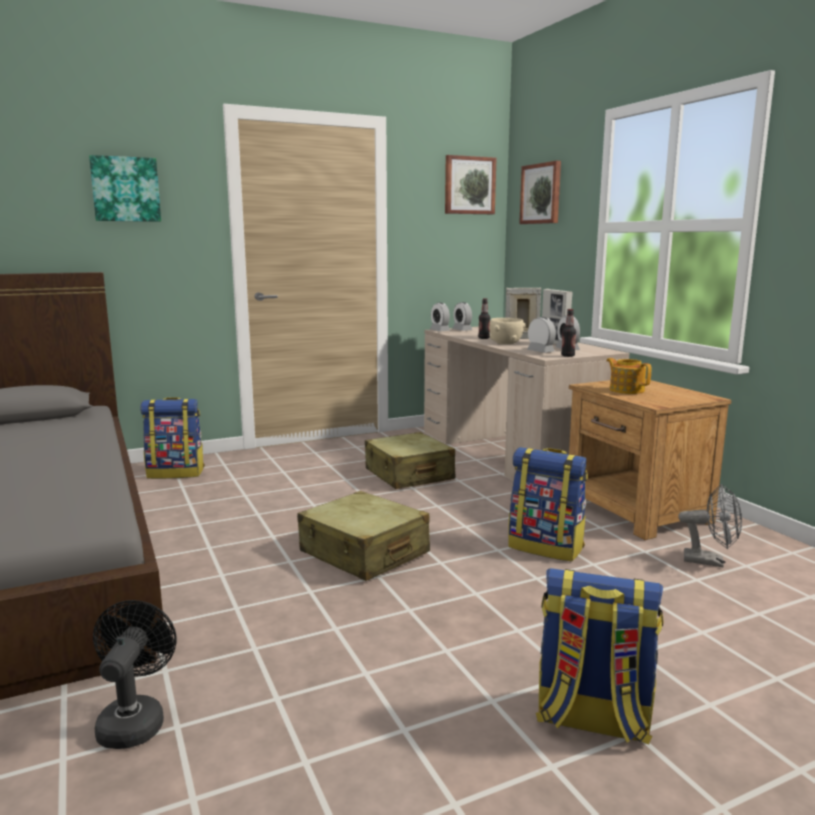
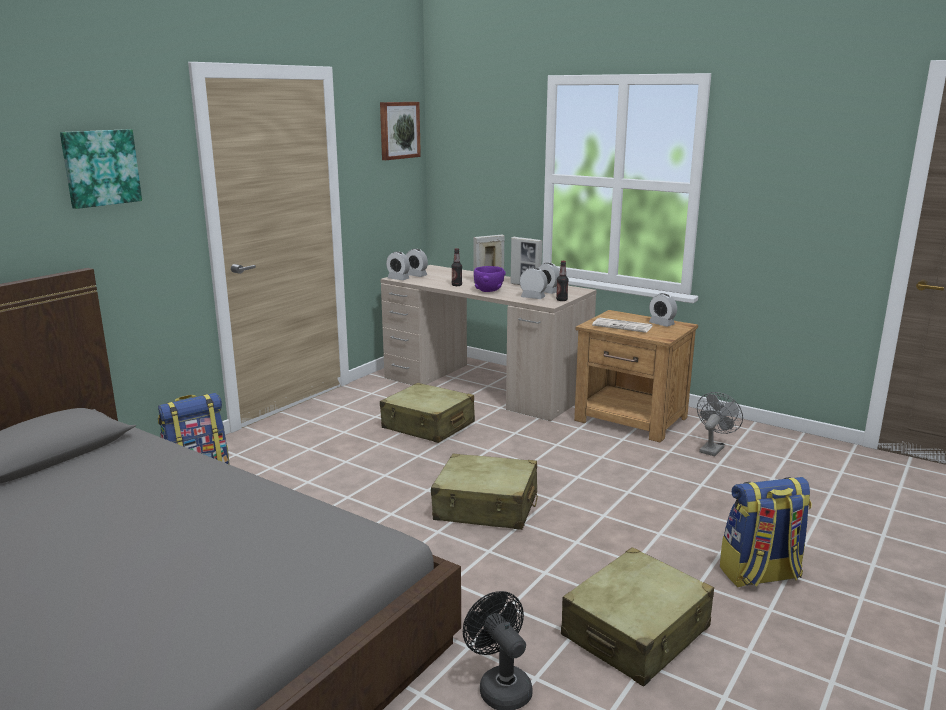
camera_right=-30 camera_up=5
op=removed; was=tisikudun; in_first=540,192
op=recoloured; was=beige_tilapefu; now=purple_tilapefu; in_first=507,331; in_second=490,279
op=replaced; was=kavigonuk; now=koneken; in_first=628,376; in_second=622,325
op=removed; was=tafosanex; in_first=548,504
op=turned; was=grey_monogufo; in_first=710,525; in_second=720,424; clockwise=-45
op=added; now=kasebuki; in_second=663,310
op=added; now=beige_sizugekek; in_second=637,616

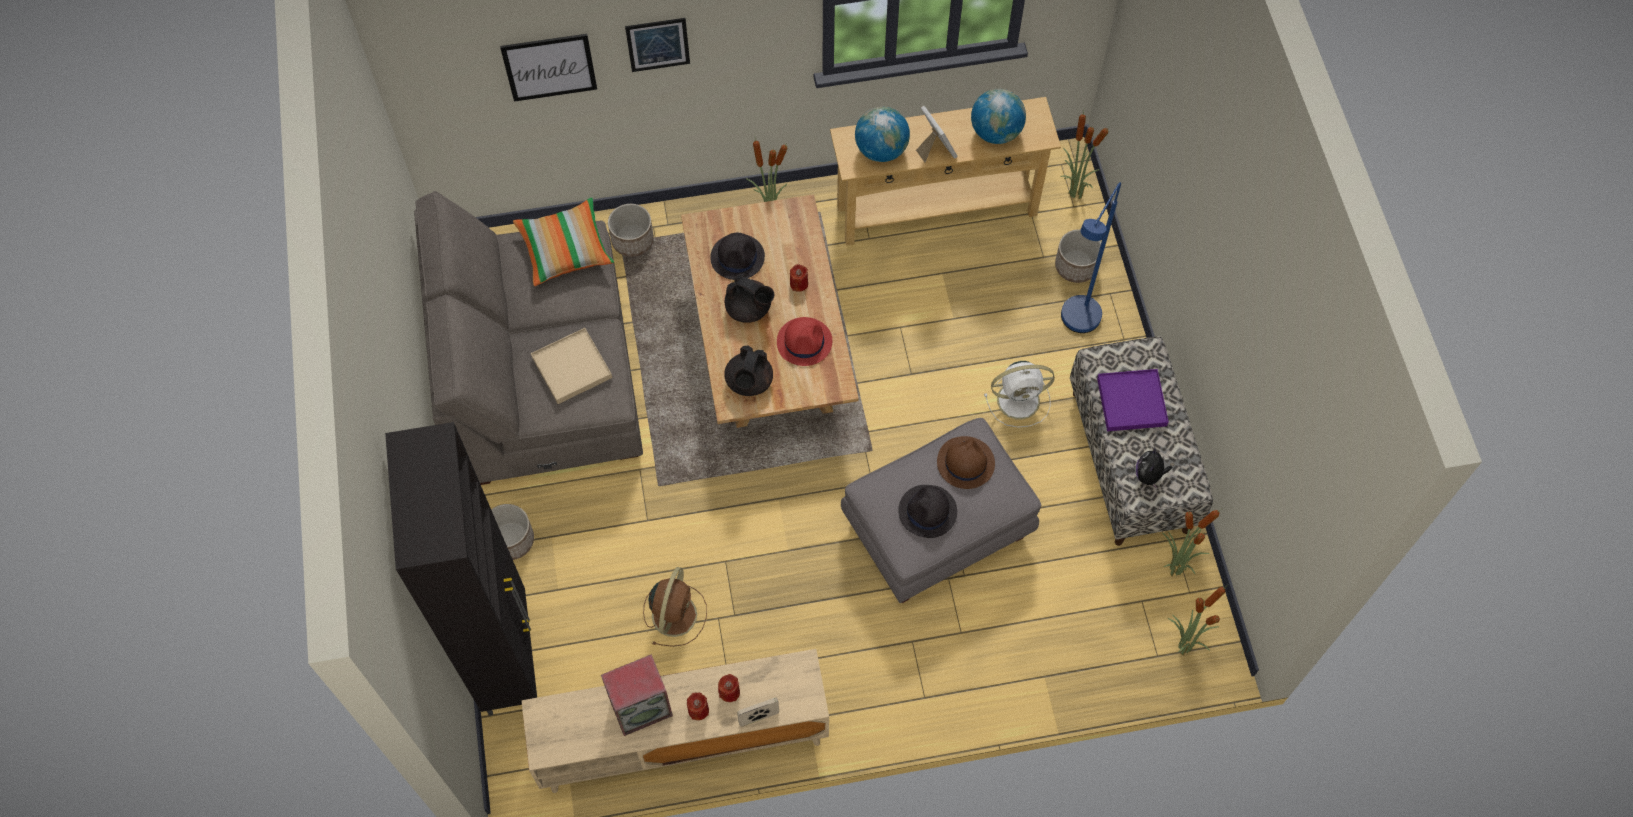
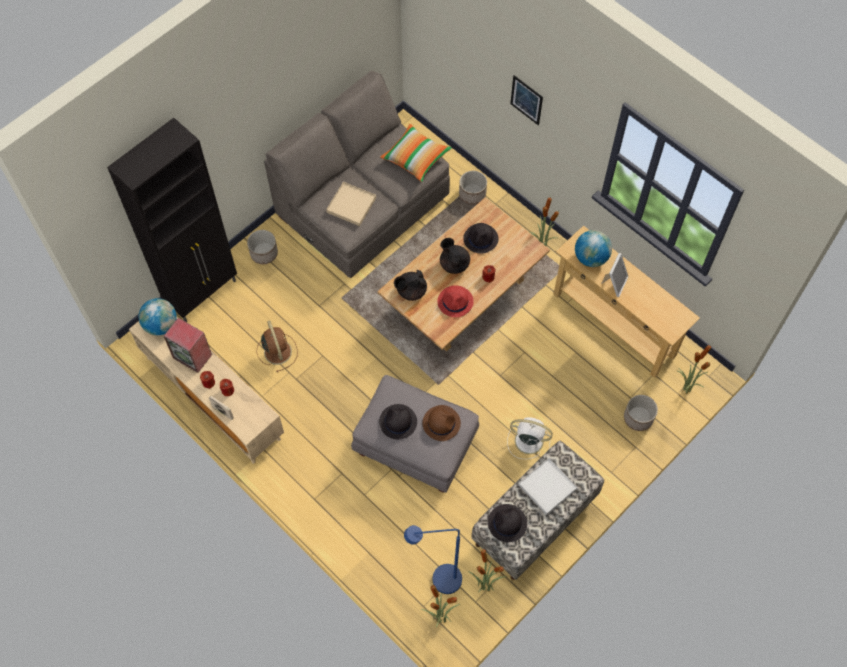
camera_right=55 camera_up=0
op=removed; was=tisikudun; in_first=548,68
op=moved; was=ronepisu; in_first=998,116; in_second=158,316
op=moved; was=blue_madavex; in_first=1091,257; in_second=433,559
op=turned; was=black_kavigonuk; in_first=750,298; in_second=455,256; clockwise=150
op=turned; was=white_monogufo; in_first=1019,394; in_second=530,438; clockwise=150
op=recoloured; was=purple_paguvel; now=white_paguvel; in_first=1133,400; in_second=547,486
op=replaced; was=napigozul; now=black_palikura; in_first=1154,468; in_second=507,523
op=turned; was=brown_monogufo; in_first=675,607; in_second=277,346; clockwise=-90

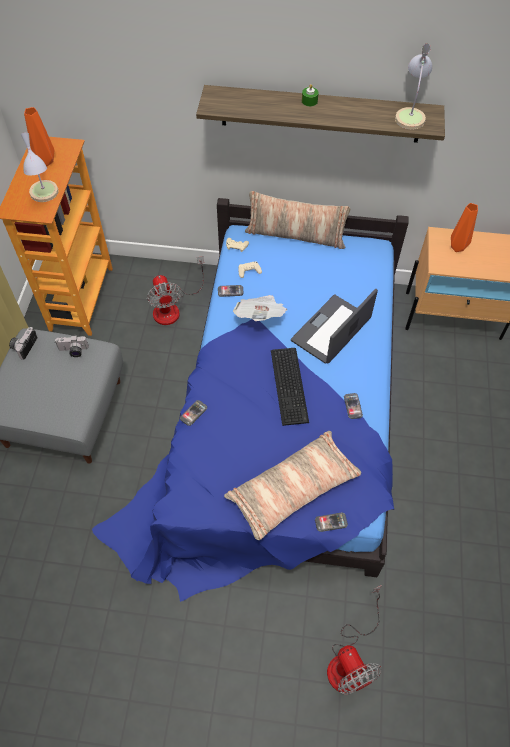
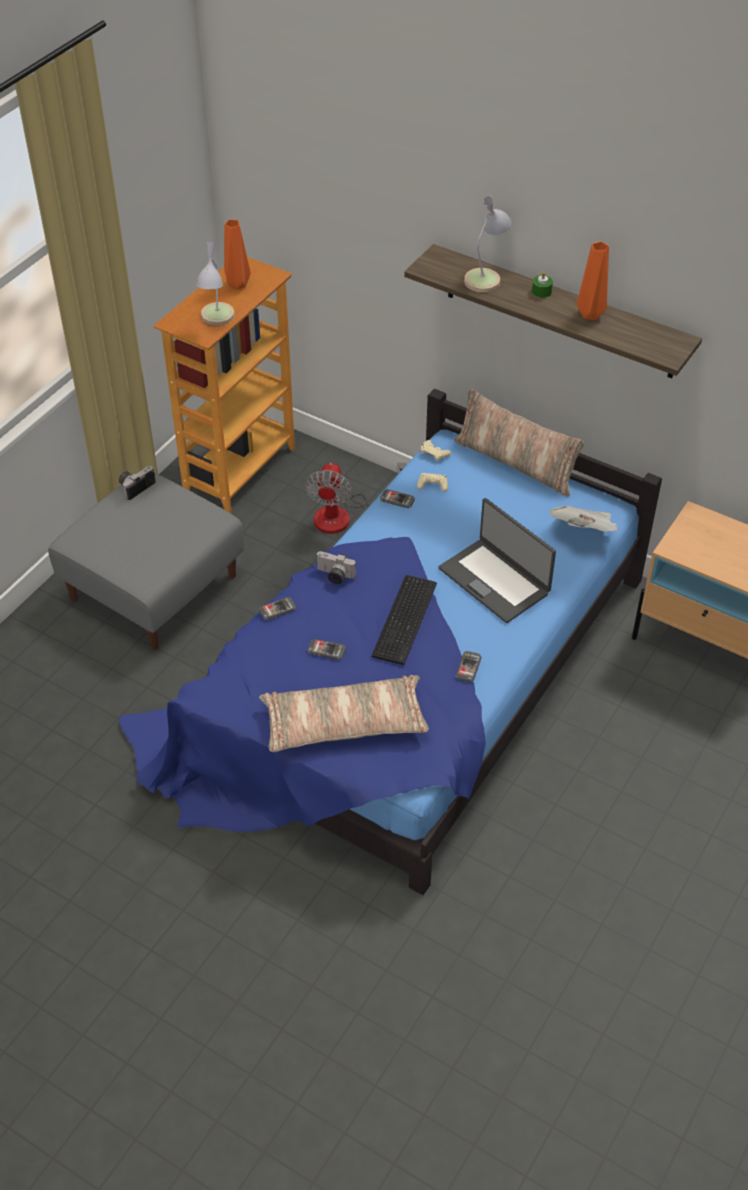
camera_right=25 camera_up=-10
op=moved; was=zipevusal; in_first=413,86; in_second=487,244
op=moved; was=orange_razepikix; in_first=464,227; in_second=593,280
op=turned; was=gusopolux; in_first=334,326; in_second=497,560; clockwise=-105
op=moved; was=koneken; in_first=260,308; in_second=583,518
op=moved; was=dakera; in_first=72,346; in_second=336,567
op=moved; was=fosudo; in_first=331,522; in_second=326,649
op=removed; was=monogufo; in_first=354,639

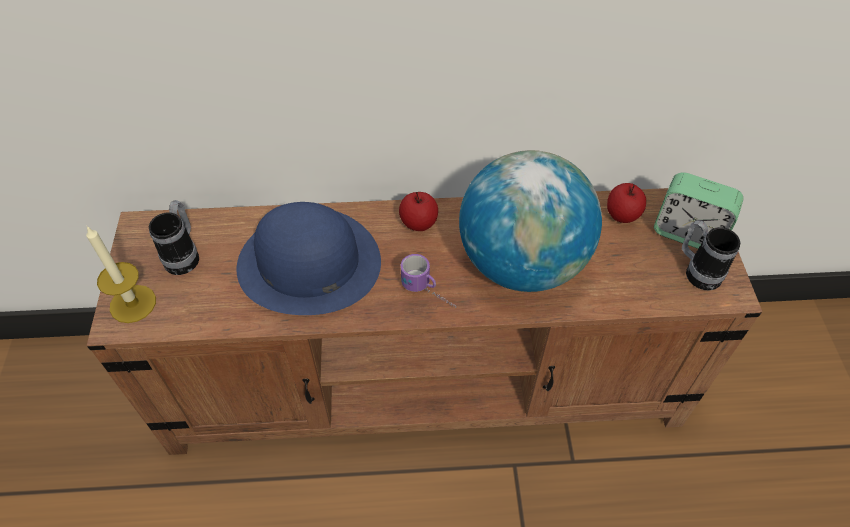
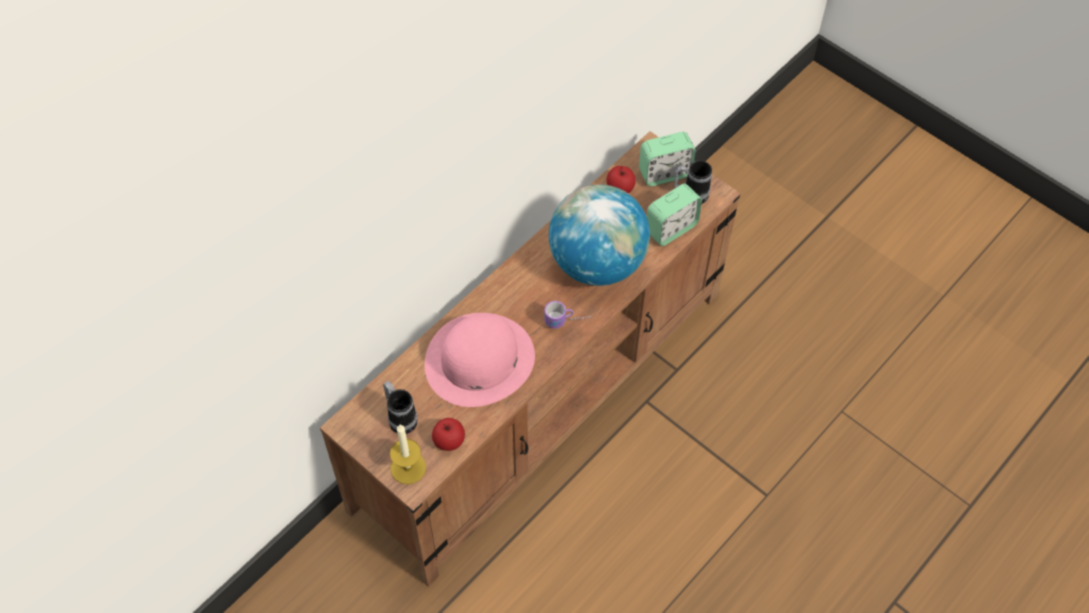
camera_right=-45 camera_up=5
op=moved; was=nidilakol; in_first=418,211; in_second=448,434
op=recoloured; was=blue_palikura; now=pink_palikura; in_first=309,258; in_second=479,360
op=added; now=kasebuki; in_second=674,215

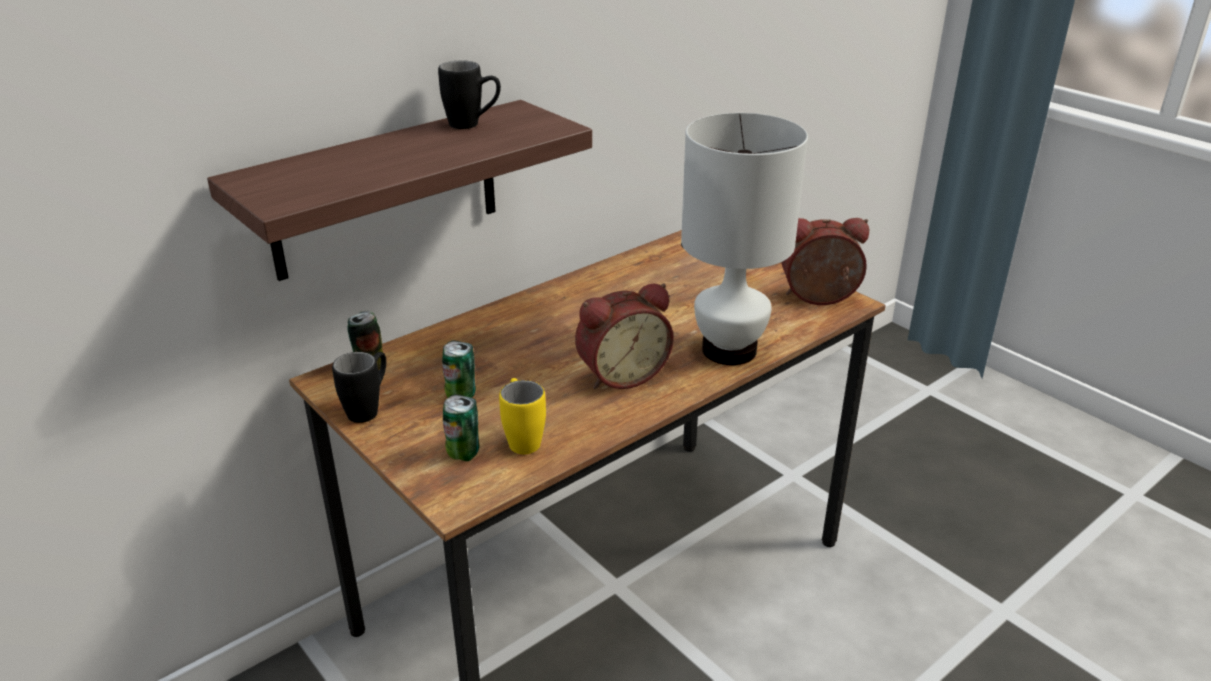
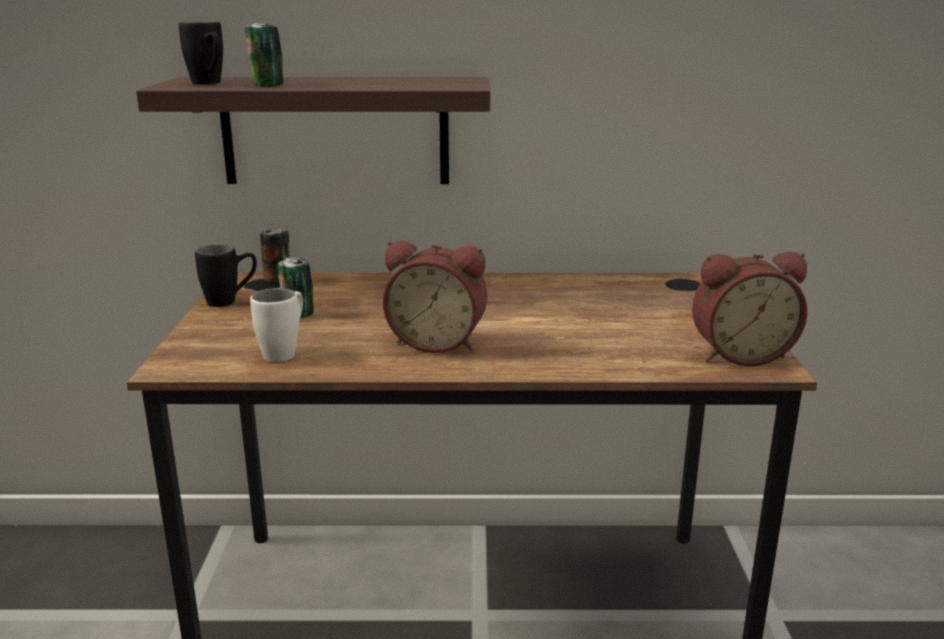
camera_right=40 camera_up=-10
op=moved; was=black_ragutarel; in_first=469,95; in_second=201,52
op=removed; was=white_zipevusal; in_first=744,239
op=turned; was=kasebuki; in_first=825,261; in_second=749,309; clockwise=135
op=recoloured; was=yellow_ragutarel; now=white_ragutarel; in_first=522,416; in_second=276,325
op=moved; was=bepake; in_first=461,427; in_second=264,55

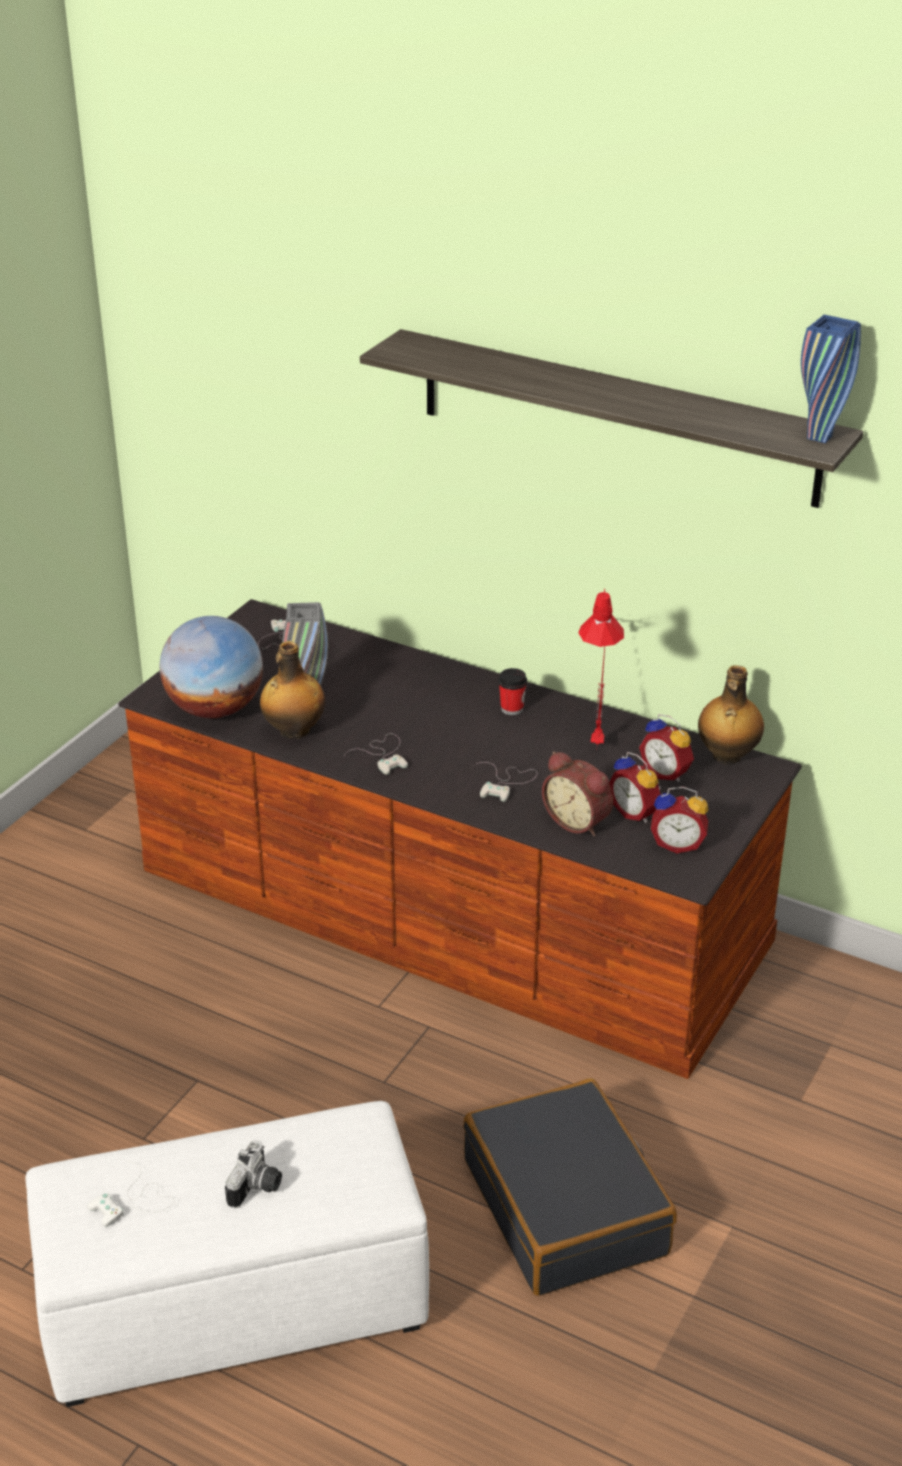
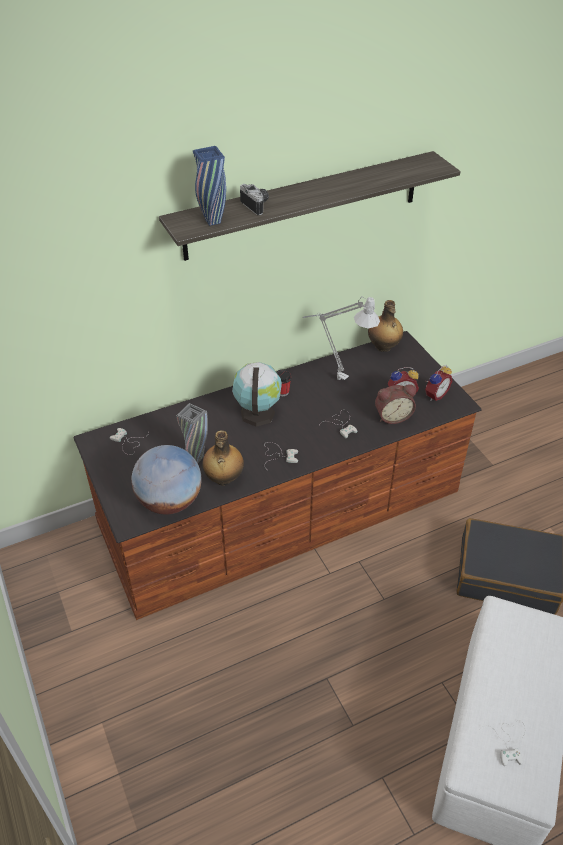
camera_right=-55 camera_up=10
op=moved; was=blue_razepikix; in_first=831,379; in_second=209,186
op=recoloured; was=red_zipevusal; now=grey_zipevusal; in_first=601,666; in_second=341,338
op=removed; was=kasebuki; in_first=666,748
op=moved; was=dakera; in_first=253,1174; in_second=254,199
op=added; now=ronepisu; in_second=257,394

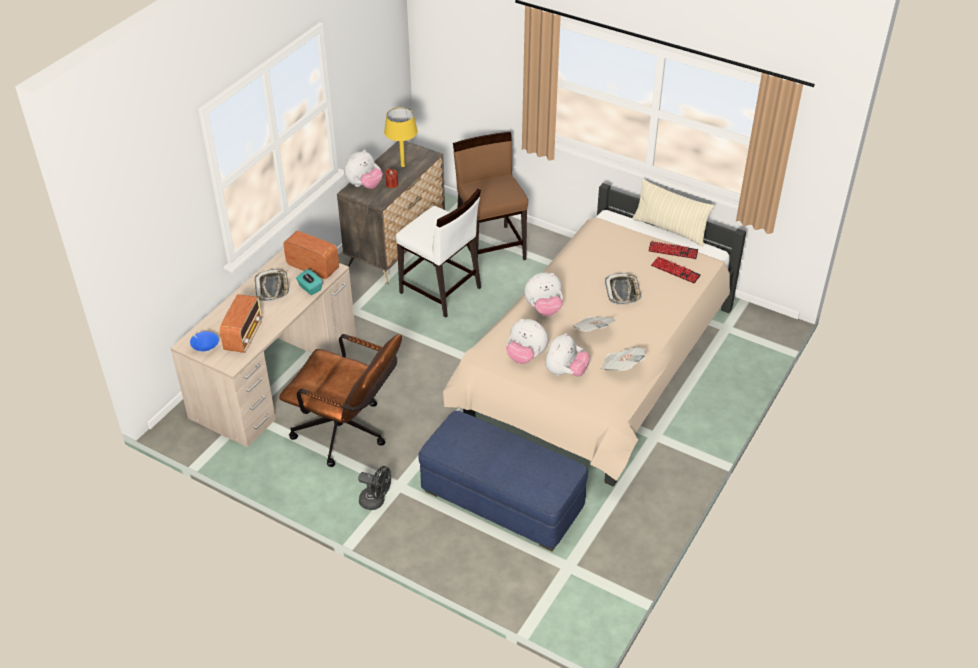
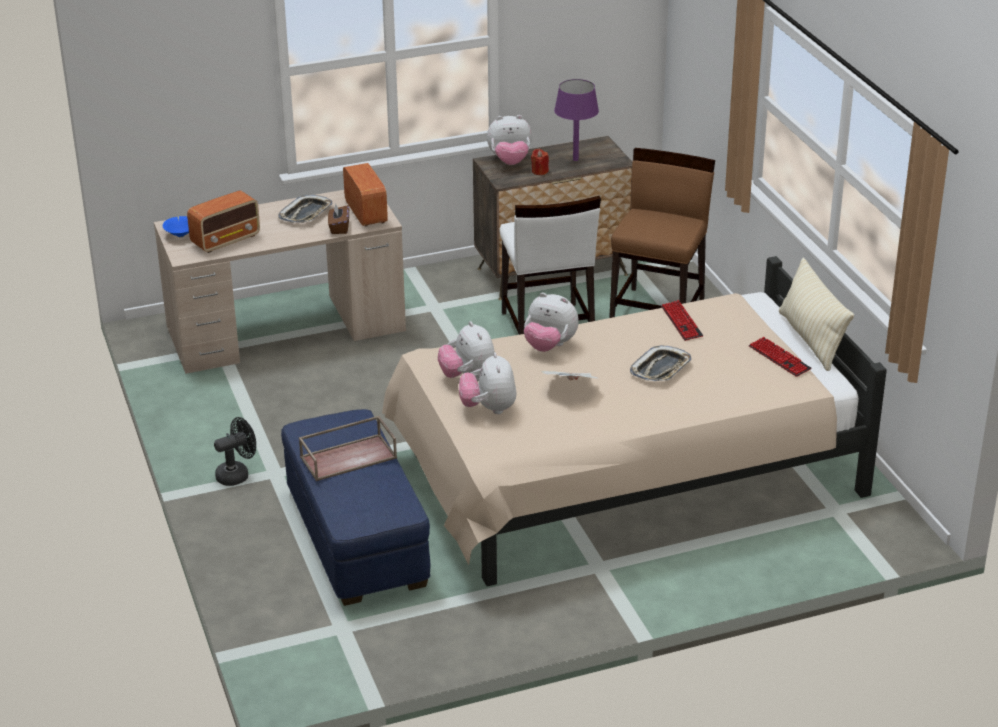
camera_right=40 camera_up=-10
op=recoloured; was=yellow_zipevusal; now=purple_zipevusal; in_first=401,137; in_second=576,120
op=moved; was=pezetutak; in_first=676,269; in_second=682,320
op=recoloured; was=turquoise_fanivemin; now=brown_fanivemin; in_first=309,282; in_second=338,218
op=turned; was=napigozul; in_first=567,354; in_second=488,383; clockwise=105
op=removed; was=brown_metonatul; in_first=340,400
op=removed; was=koneken; in_first=623,359
op=turned; was=black_monogufo; in_first=374,488; in_second=235,451; clockwise=-90
op=added; now=brown_paguvel; in_second=348,448

